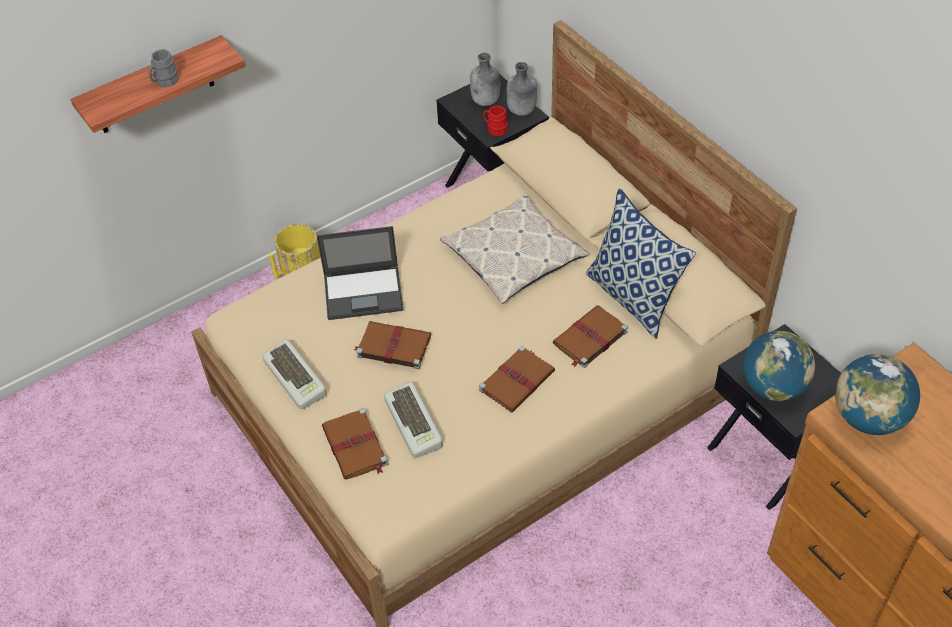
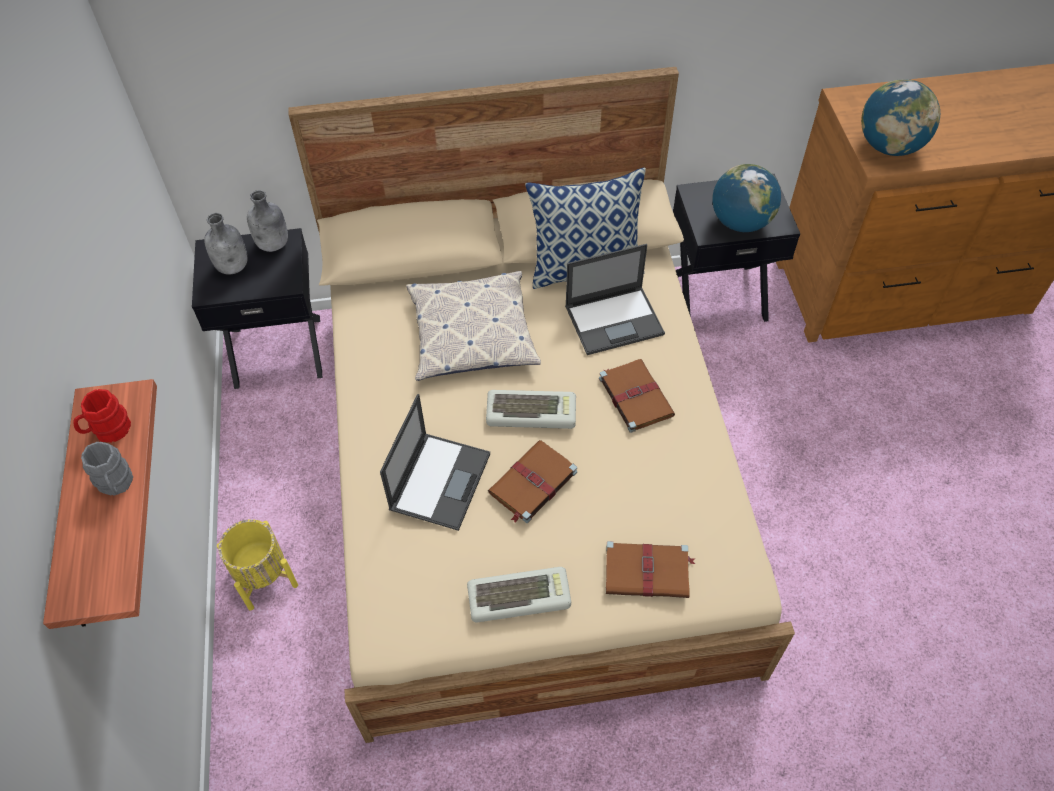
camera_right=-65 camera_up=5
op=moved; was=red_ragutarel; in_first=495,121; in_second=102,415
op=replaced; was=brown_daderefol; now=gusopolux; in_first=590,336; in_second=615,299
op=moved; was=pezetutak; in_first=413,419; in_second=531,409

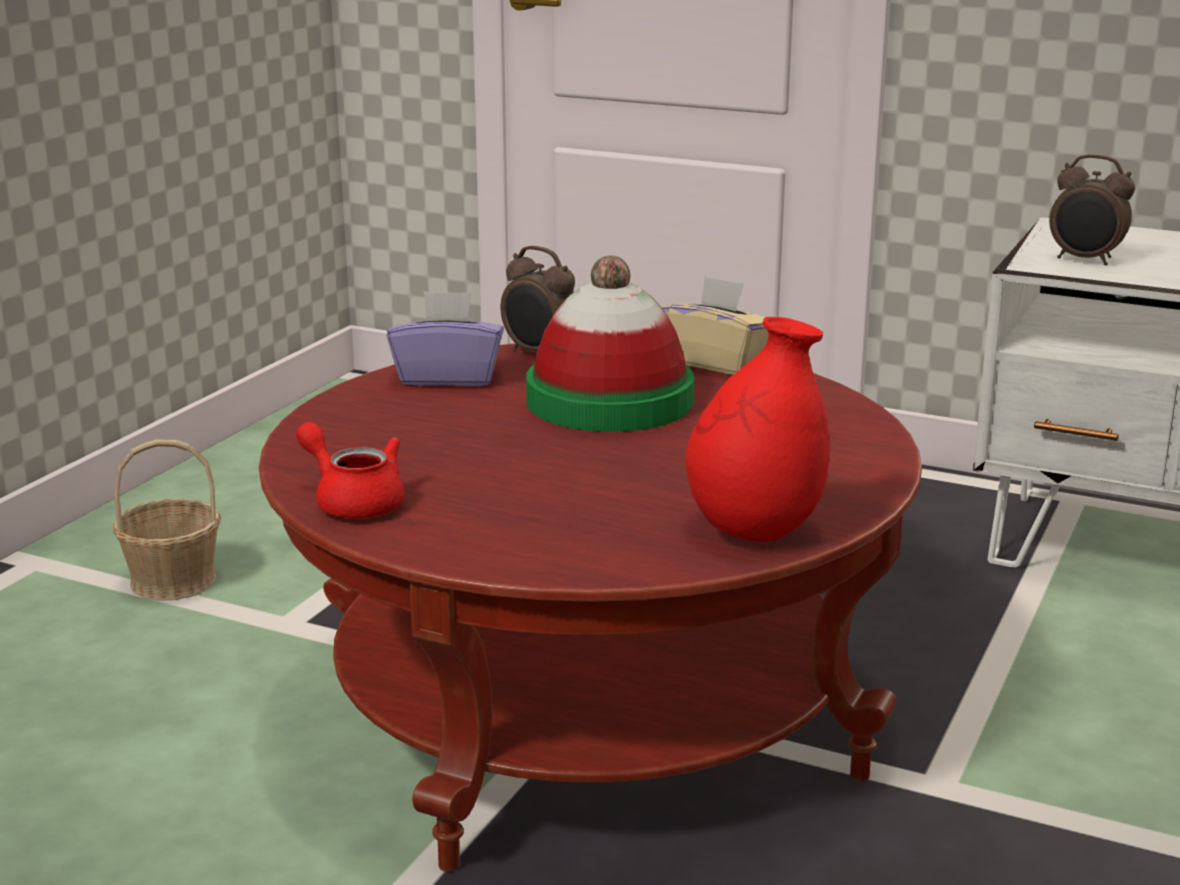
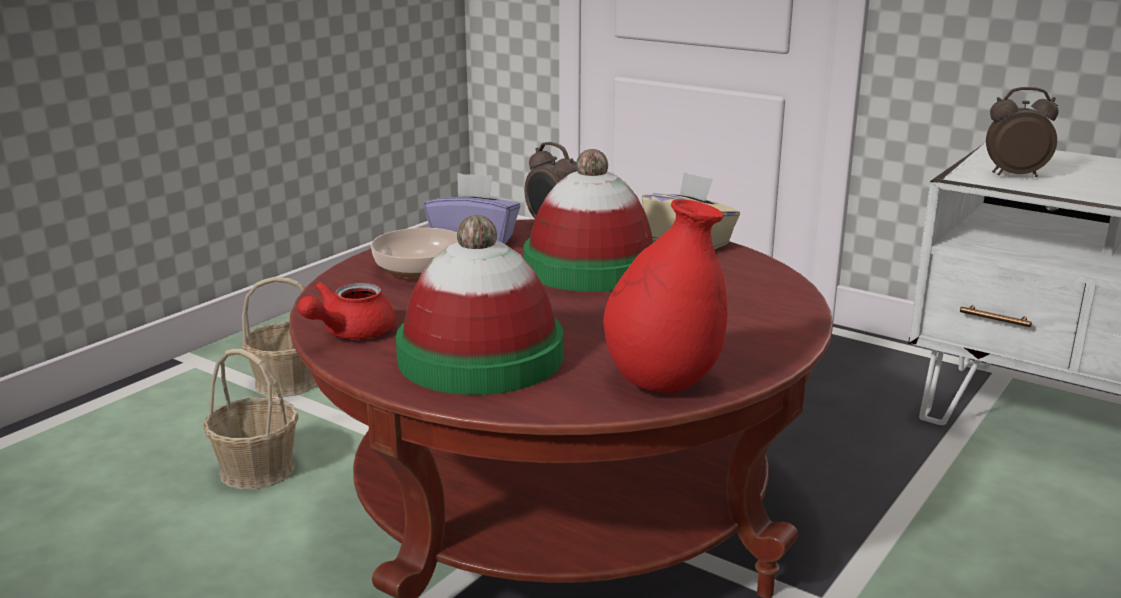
camera_right=10 camera_up=0
op=turned; was=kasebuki; in_first=1092,209; in_second=1022,132; clockwise=150
op=turned; was=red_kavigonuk; in_first=350,470; in_second=347,310; clockwise=-105
op=added; now=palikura; in_second=479,305
op=added; now=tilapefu; in_second=414,254
op=added; now=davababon; in_second=251,419

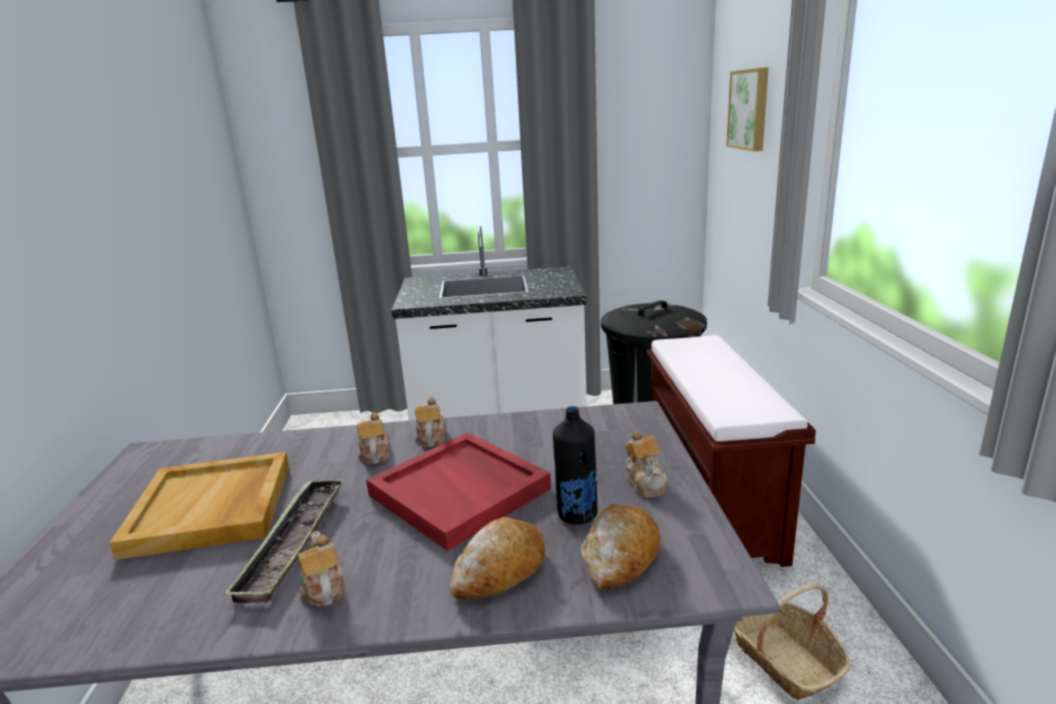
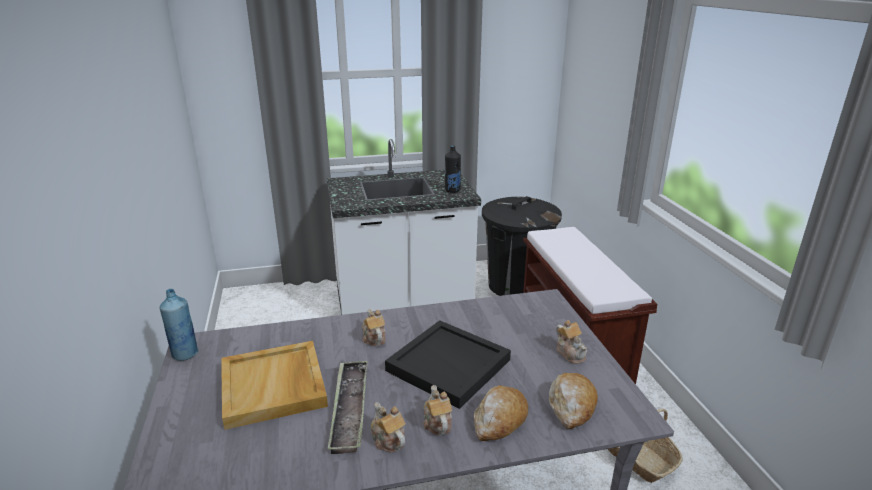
camera_right=-10 camera_up=5
op=removed; was=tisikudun; in_first=747,109
op=moved; was=kavigonuk; in_first=430,422; in_second=437,410
op=moved; was=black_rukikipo; in_first=575,465; in_second=453,169
op=recoloured; was=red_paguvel; now=black_paguvel; in_first=458,491; in_second=448,364
op=added; now=blue_rukikipo; in_second=179,325

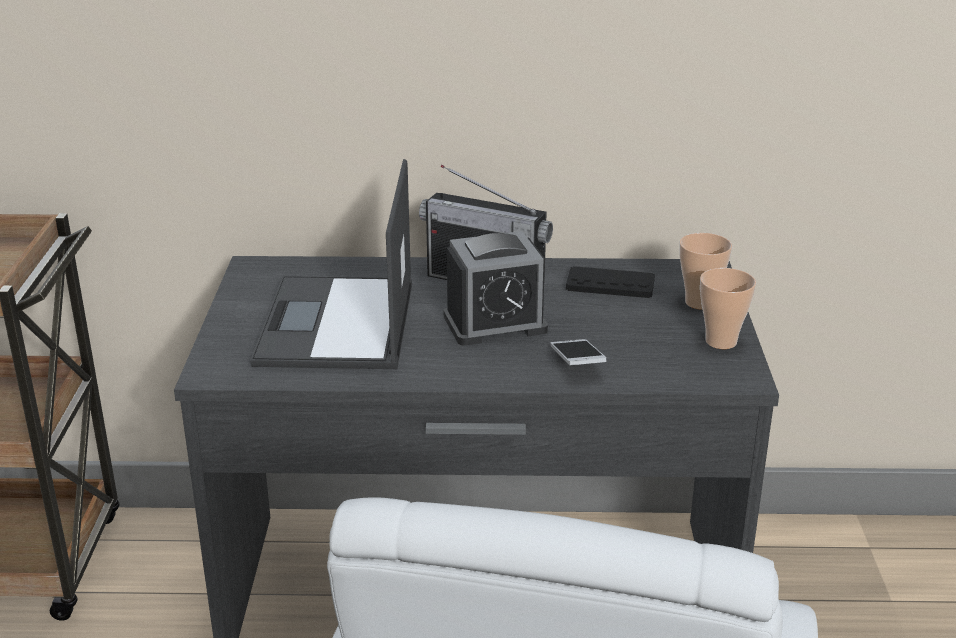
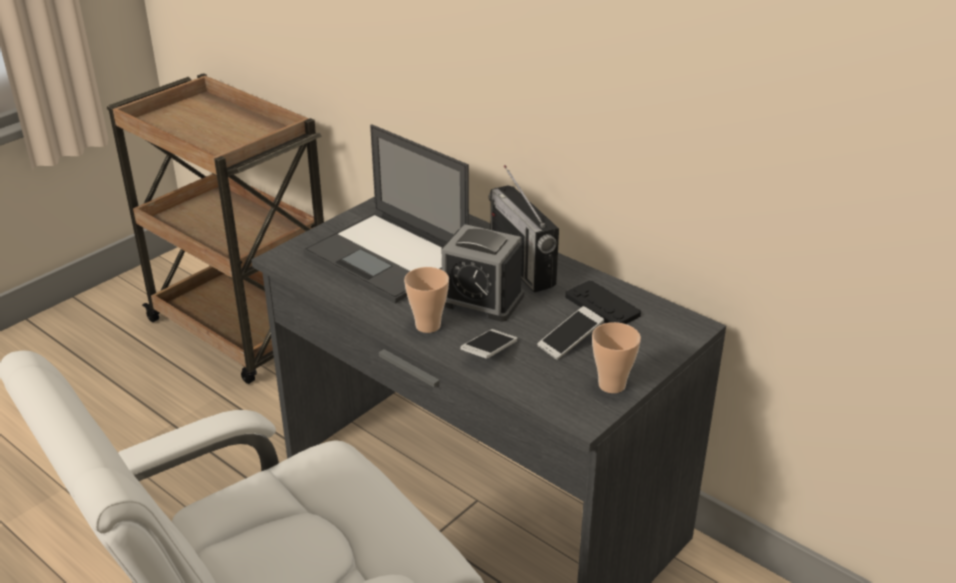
camera_right=40 camera_up=5
op=turned; was=gusopolux; in_first=331,264; in_second=386,213; clockwise=-90
op=moved; was=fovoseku; in_first=706,271; in_second=426,300
op=added; now=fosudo; in_second=570,333

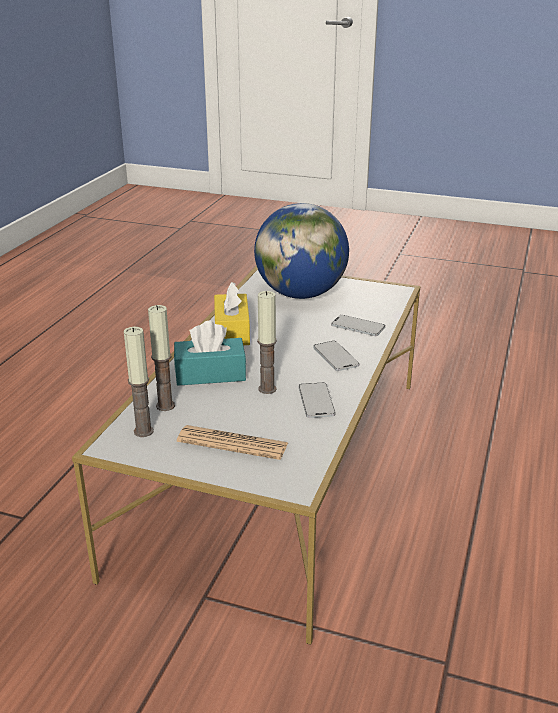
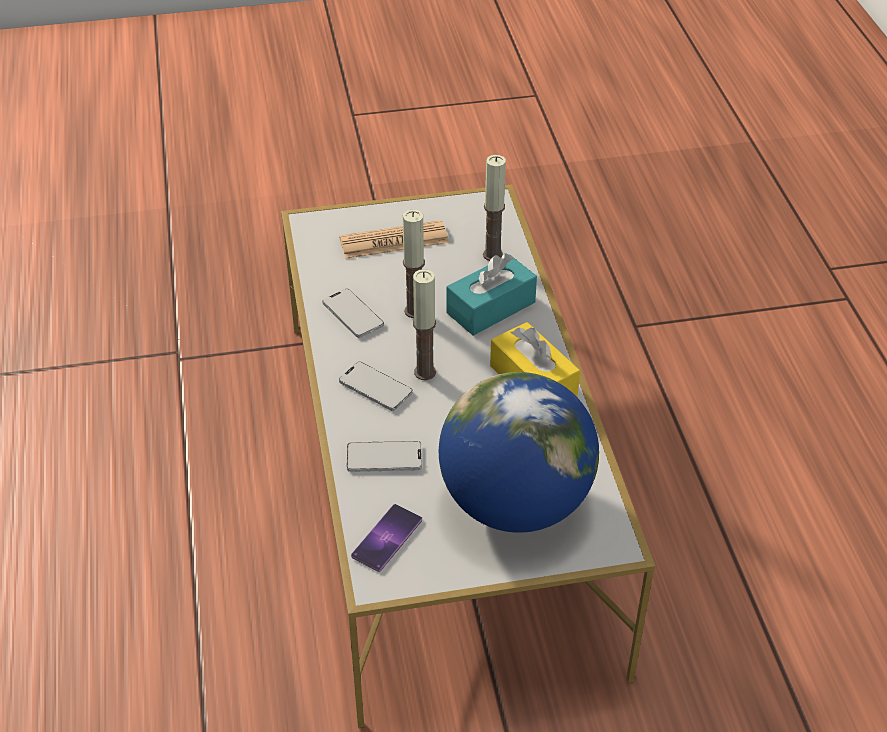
camera_right=150 camera_up=15
op=moved; was=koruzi; in_first=139,382; in_second=424,324
op=added; now=fosudo; in_second=386,538

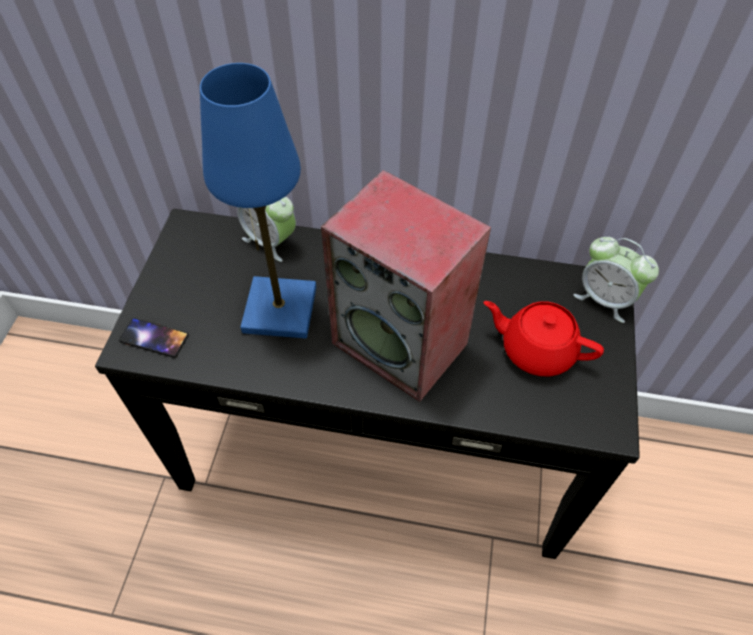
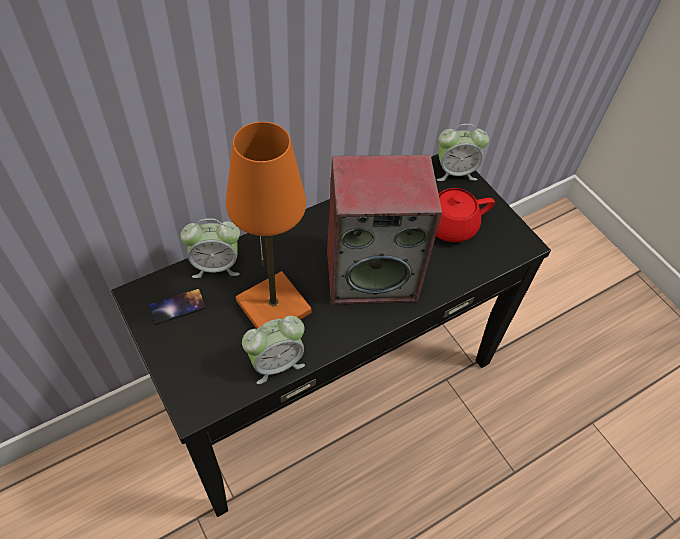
camera_right=-45 camera_up=0
op=recoloured; was=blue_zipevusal; now=orange_zipevusal; in_first=258,201; in_second=269,225
op=moved; was=fosudo; in_first=154,338; in_second=177,306
op=added; now=kasebuki; in_second=273,350

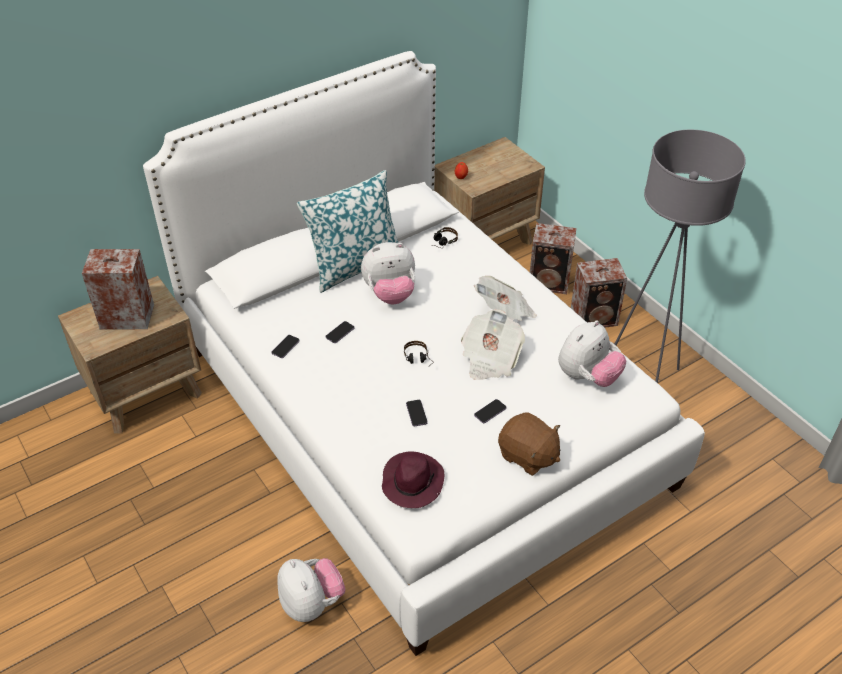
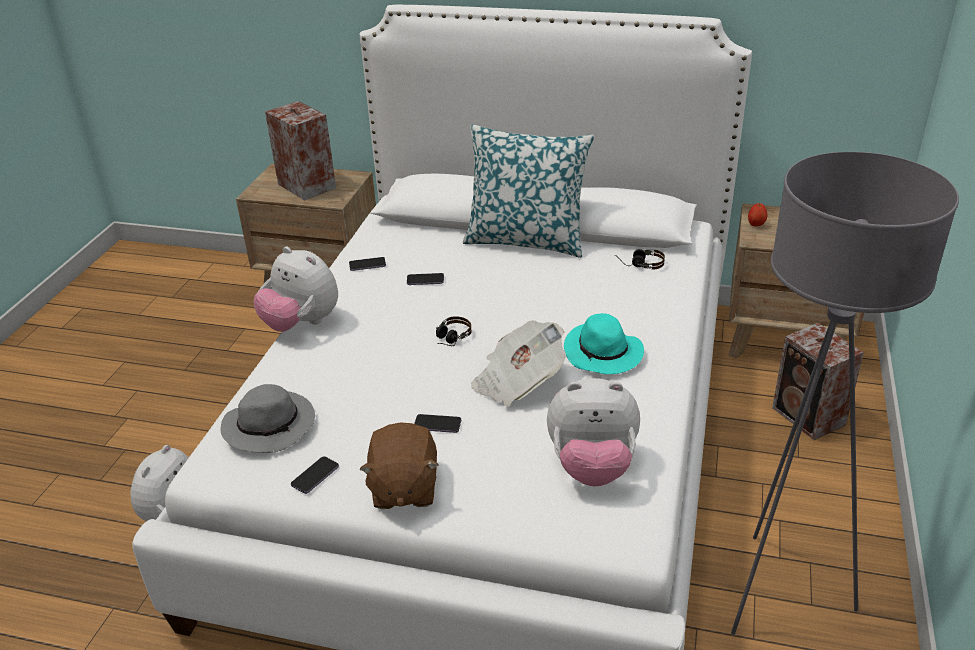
camera_right=50 camera_up=-10
op=moved; was=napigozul; in_first=388,273; in_second=295,289
op=removed; was=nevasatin; in_first=599,293
op=replaced; was=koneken; now=turquoise_palikura; in_first=505,298; in_second=604,343
op=moved; was=fosudo; in_first=417,413; in_second=315,475
op=recoloured; was=purple_palikura; now=grey_palikura; in_first=413,479; in_second=268,418

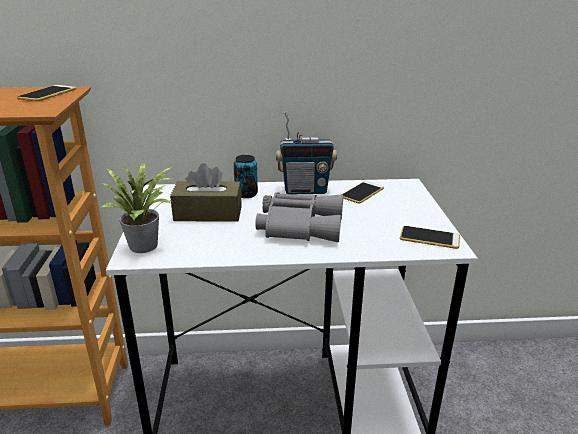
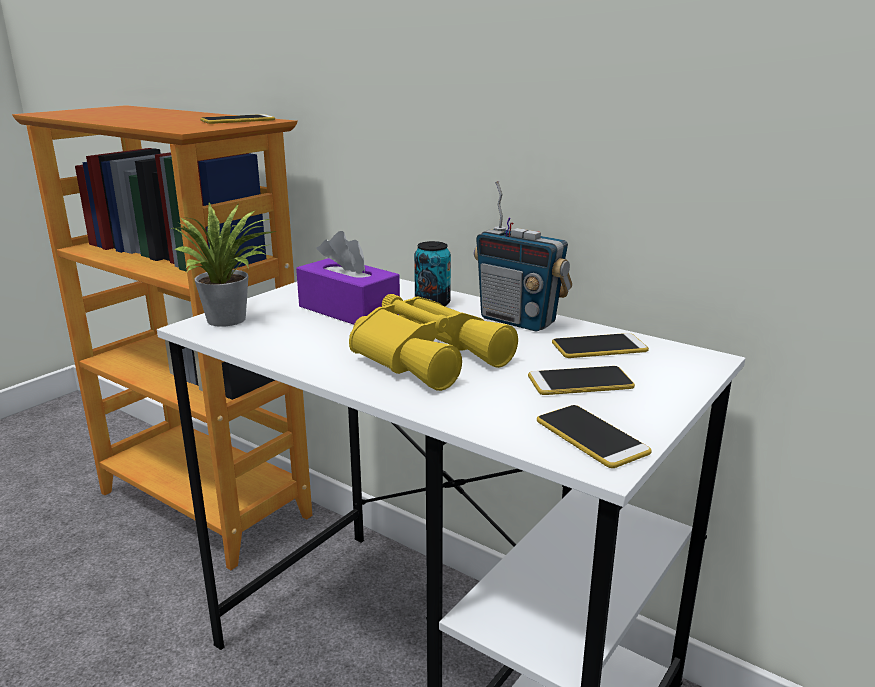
camera_right=40 camera_up=-5
op=recoloured; was=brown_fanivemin; now=purple_fanivemin; in_first=206,192; in_second=348,278
op=recoloured; was=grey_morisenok; now=yellow_morisenok; in_first=299,217; in_second=433,342
op=added; now=fosudo; in_second=581,380

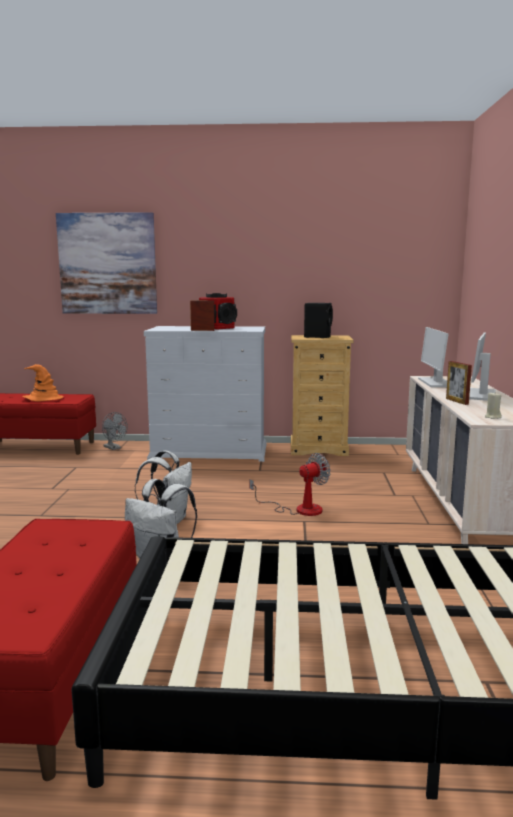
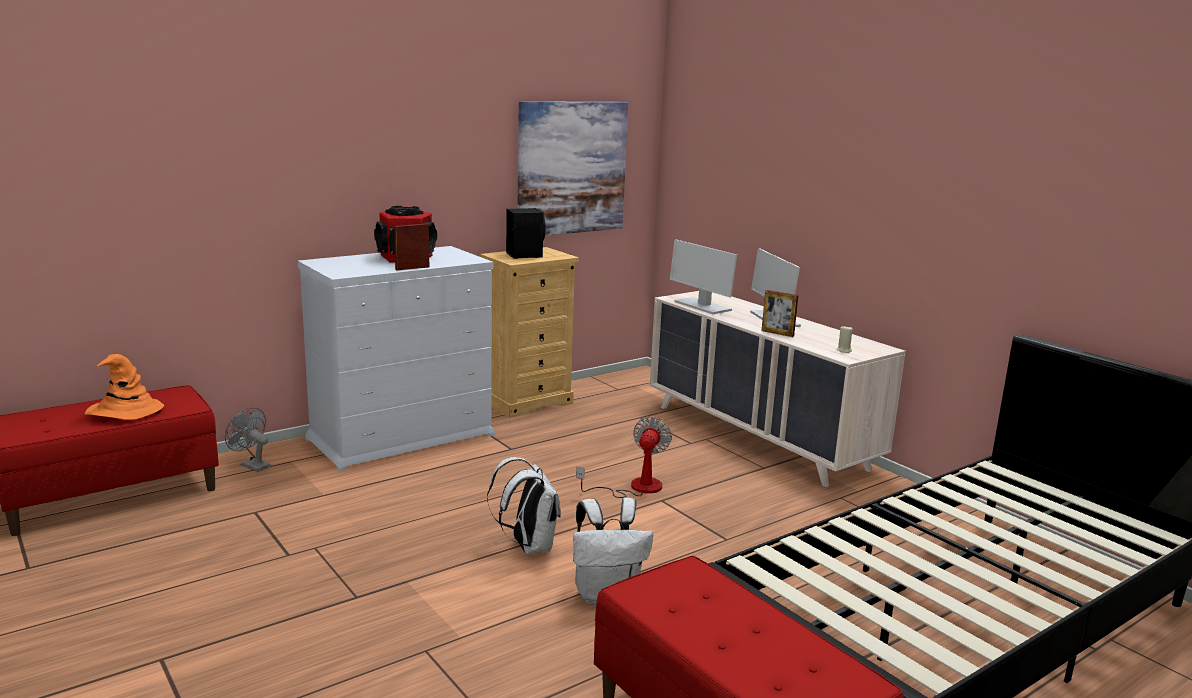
camera_right=-40 camera_up=5
op=moved; was=tisikudun; in_first=106,263; in_second=572,168
op=turned; was=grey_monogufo; in_first=115,431; in_second=248,439; clockwise=-150

